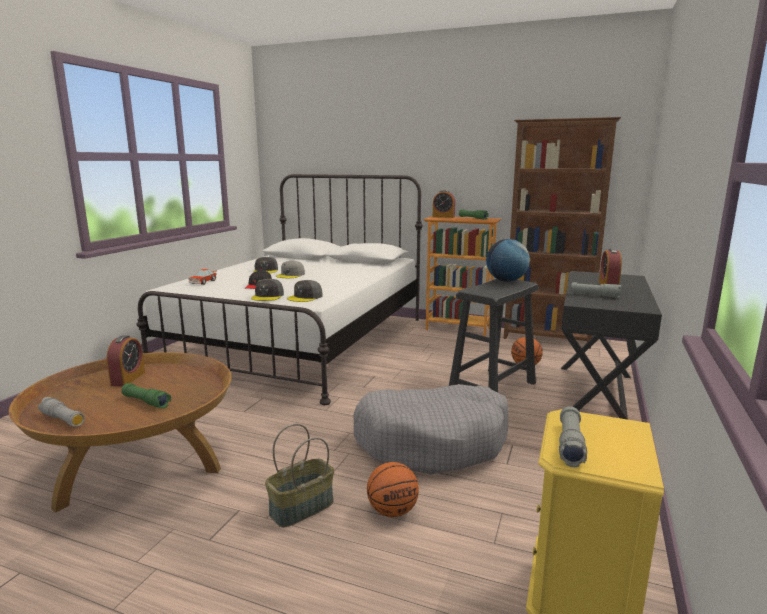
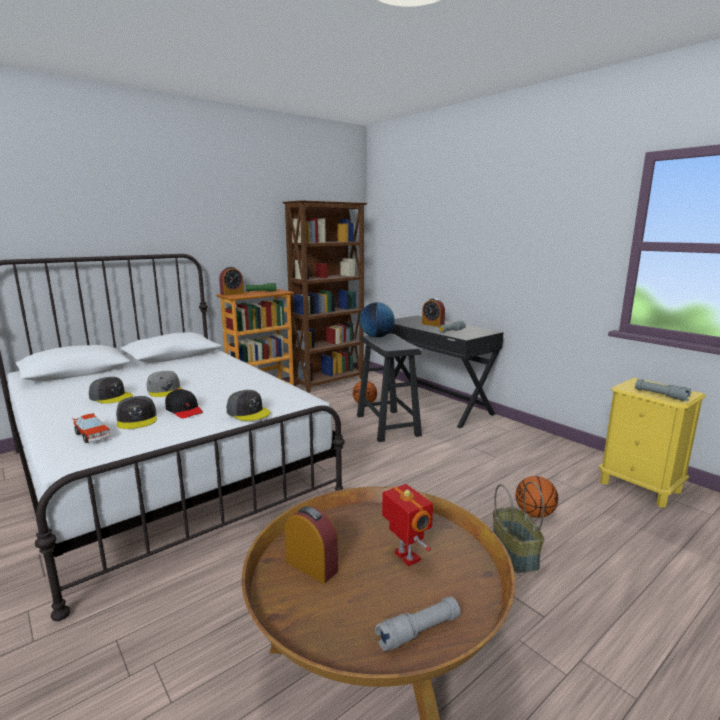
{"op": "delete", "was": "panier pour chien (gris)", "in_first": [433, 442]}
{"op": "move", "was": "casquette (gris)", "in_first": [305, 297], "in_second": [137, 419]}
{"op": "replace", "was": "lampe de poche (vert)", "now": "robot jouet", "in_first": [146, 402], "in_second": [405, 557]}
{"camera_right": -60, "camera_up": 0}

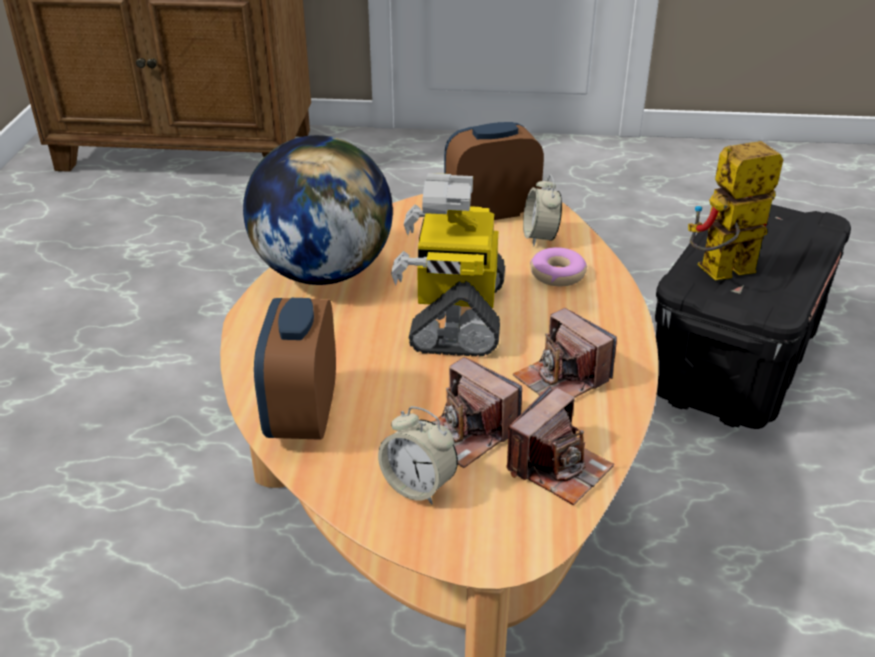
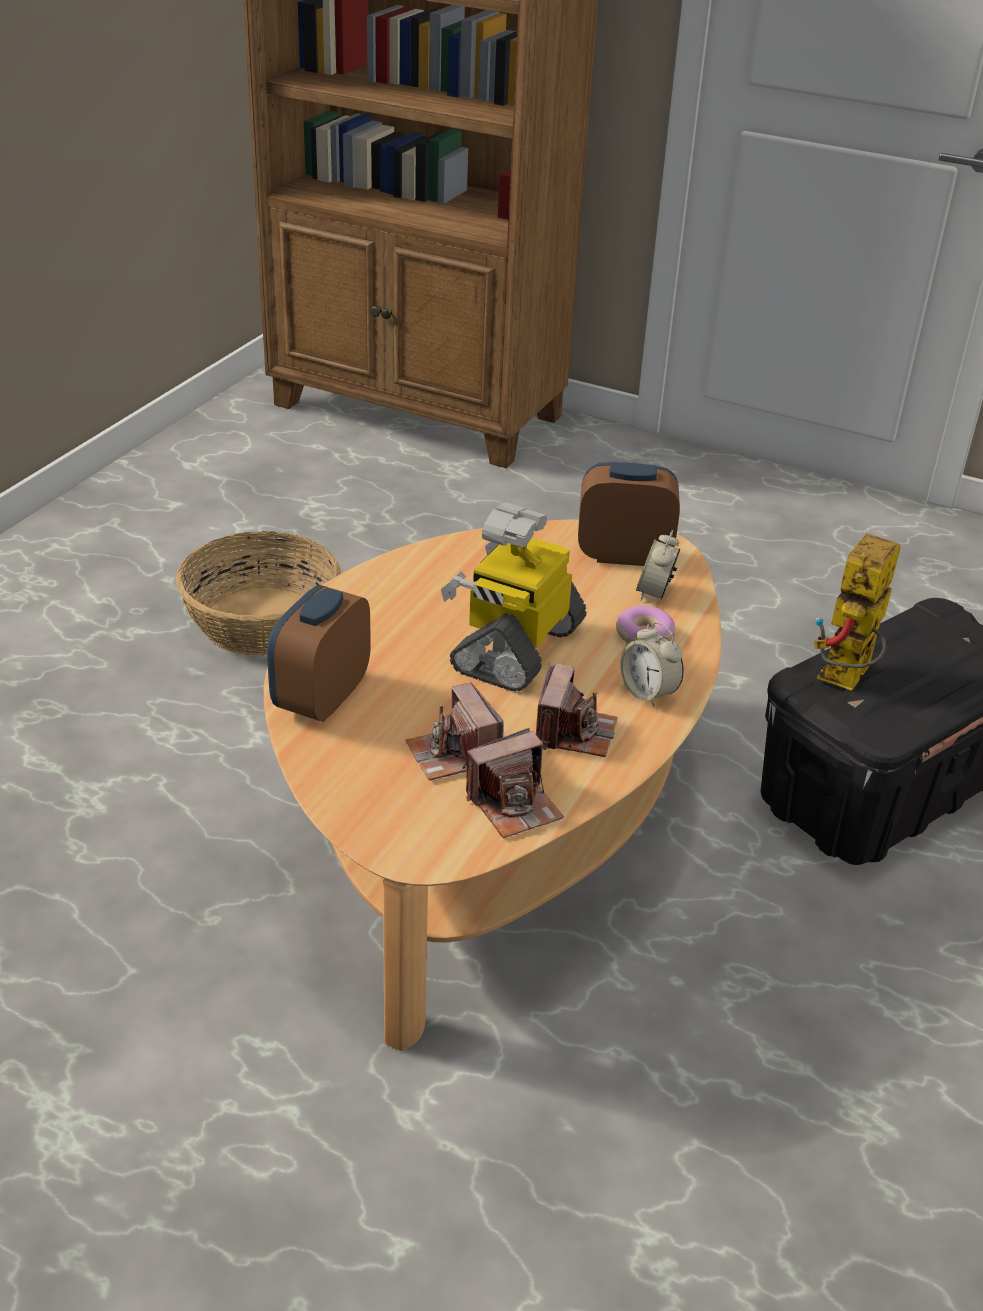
{"op": "delete", "was": "globe", "in_first": [323, 273]}
{"op": "insert", "now": "panier", "in_second": [262, 622]}
{"op": "move", "was": "réveil", "in_first": [418, 486], "in_second": [648, 693]}
{"op": "rotate", "was": "appareil photo", "in_first": [561, 379], "in_second": [574, 732], "clockwise": -150}
{"op": "rotate", "was": "robot jouet", "in_first": [719, 274], "in_second": [845, 681], "clockwise": -60}
{"camera_right": 20, "camera_up": 0}

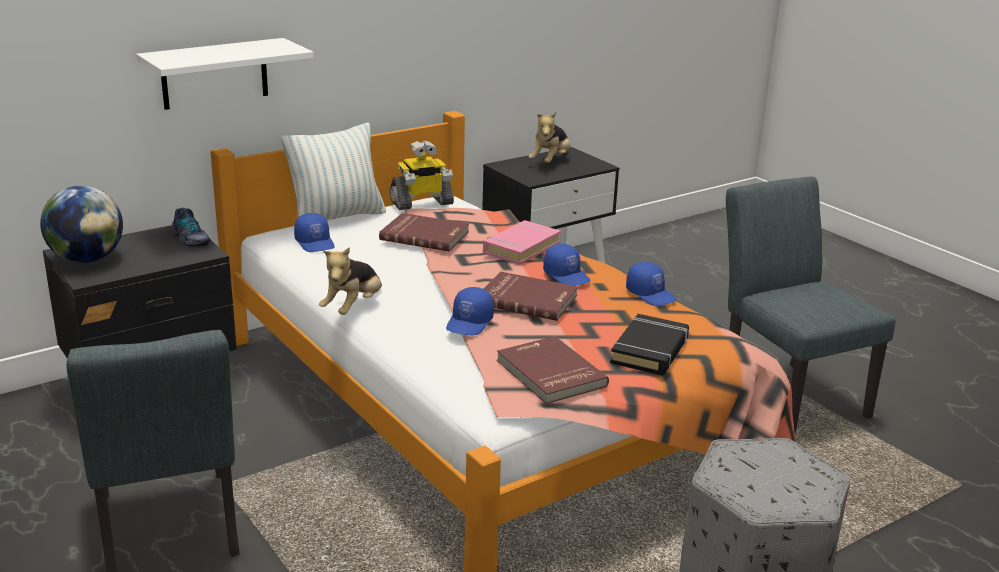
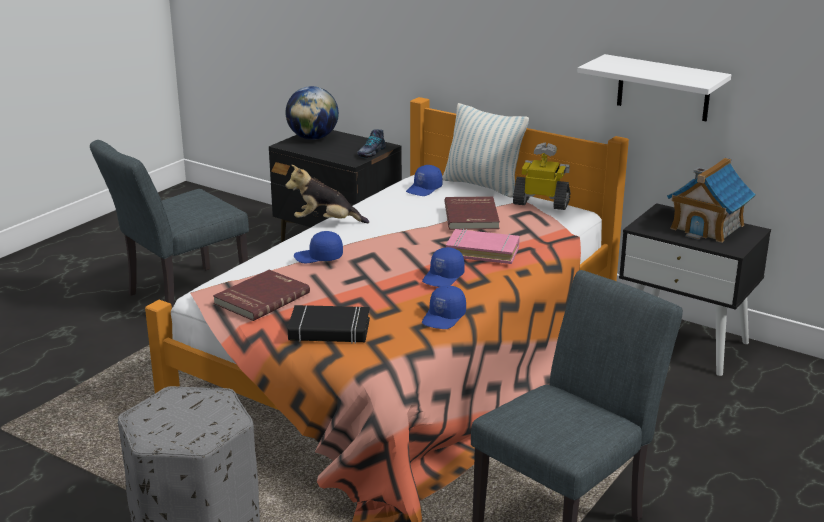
{"op": "delete", "was": "livre (rouge)", "in_first": [528, 299]}
{"op": "move", "was": "étagère (blanc)", "in_first": [214, 73], "in_second": [663, 88]}
{"op": "replace", "was": "peluche", "now": "maison miniature", "in_first": [550, 161], "in_second": [707, 227]}
{"op": "rotate", "was": "robot jouet", "in_first": [421, 203], "in_second": [542, 203], "clockwise": 150}
{"camera_right": 70, "camera_up": 0}

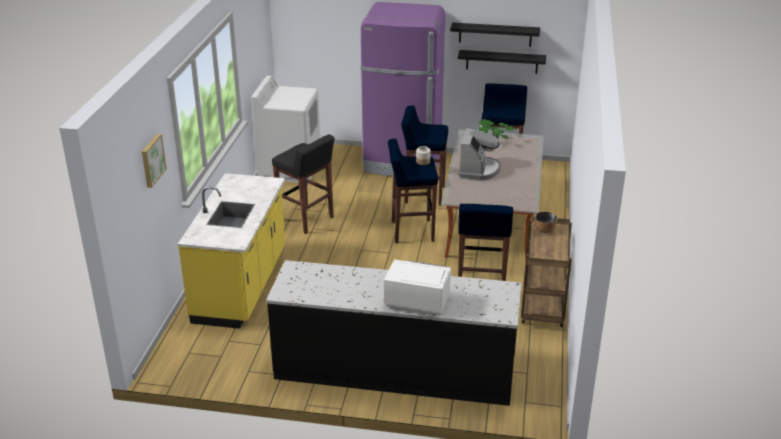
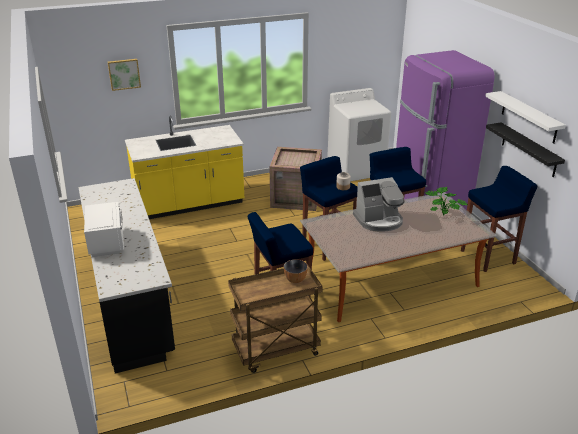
{"op": "replace", "was": "tabouret (noir)", "now": "caisse", "in_first": [306, 220], "in_second": [295, 198]}
{"op": "recolor", "was": "étagère (noir)", "now": "étagère (blanc)", "in_first": [495, 34], "in_second": [529, 117]}
{"camera_right": 60, "camera_up": 0}

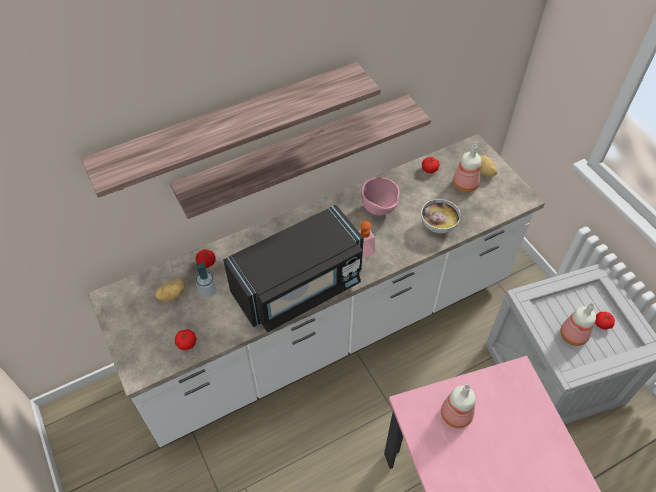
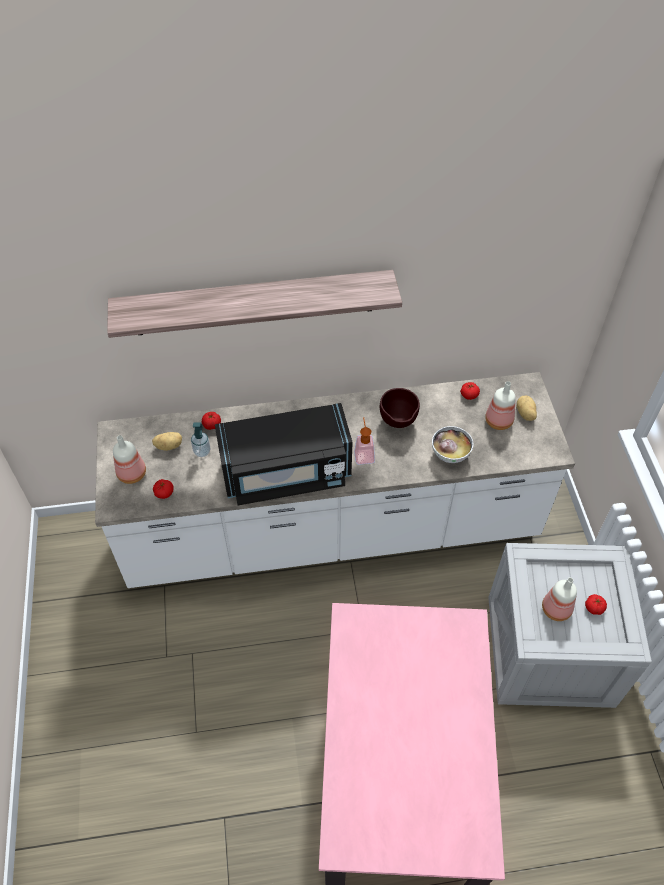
{"op": "delete", "was": "étagère", "in_first": [296, 153]}
{"op": "move", "was": "bouteille", "in_first": [456, 413], "in_second": [132, 473]}
{"op": "recolor", "was": "bol (rose)", "now": "bol (marron)", "in_first": [379, 211], "in_second": [398, 423]}
{"camera_right": 20, "camera_up": 0}

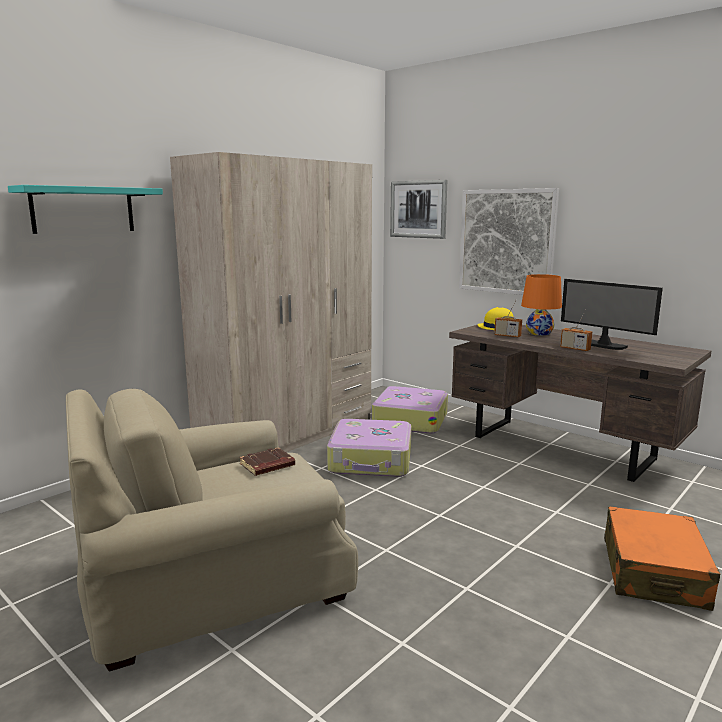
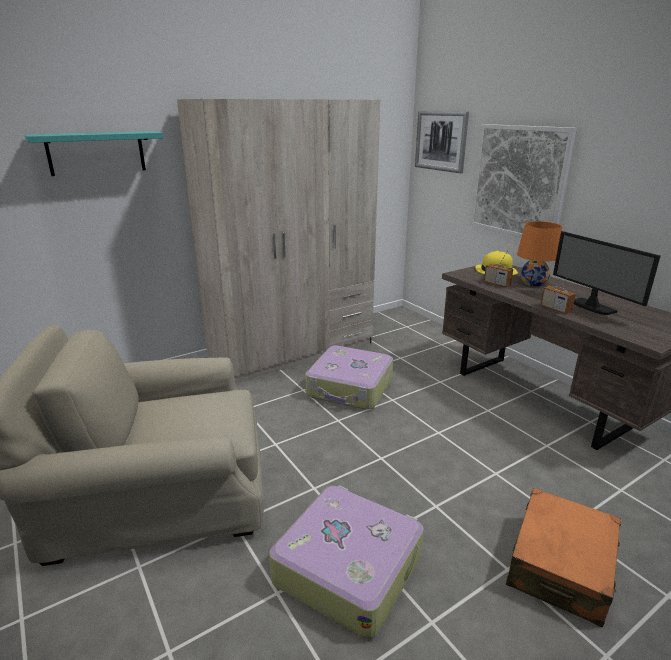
{"op": "delete", "was": "livre (marron)", "in_first": [267, 466]}
{"op": "move", "was": "valise", "in_first": [410, 420], "in_second": [348, 567]}
{"camera_right": 15, "camera_up": 10}

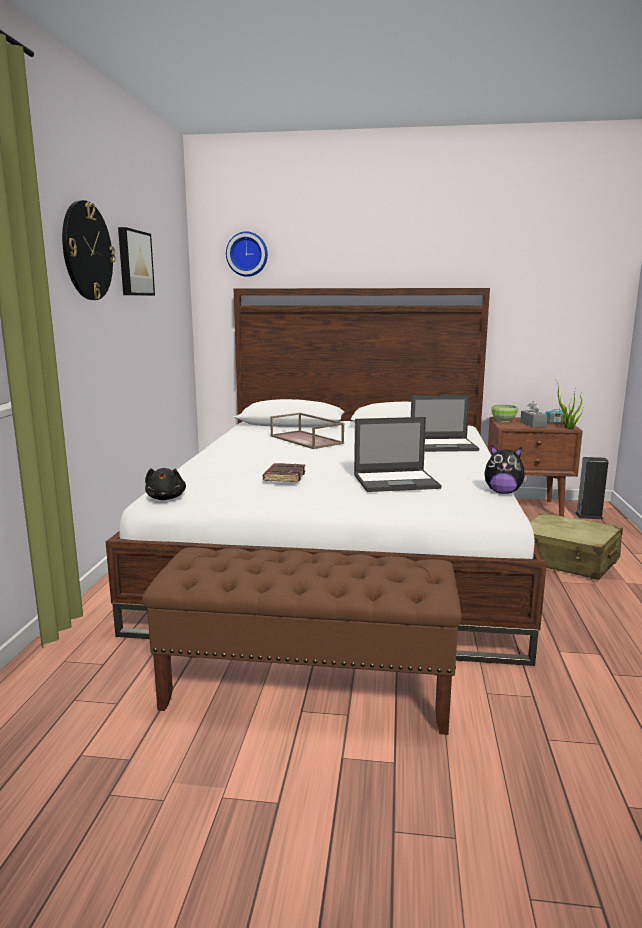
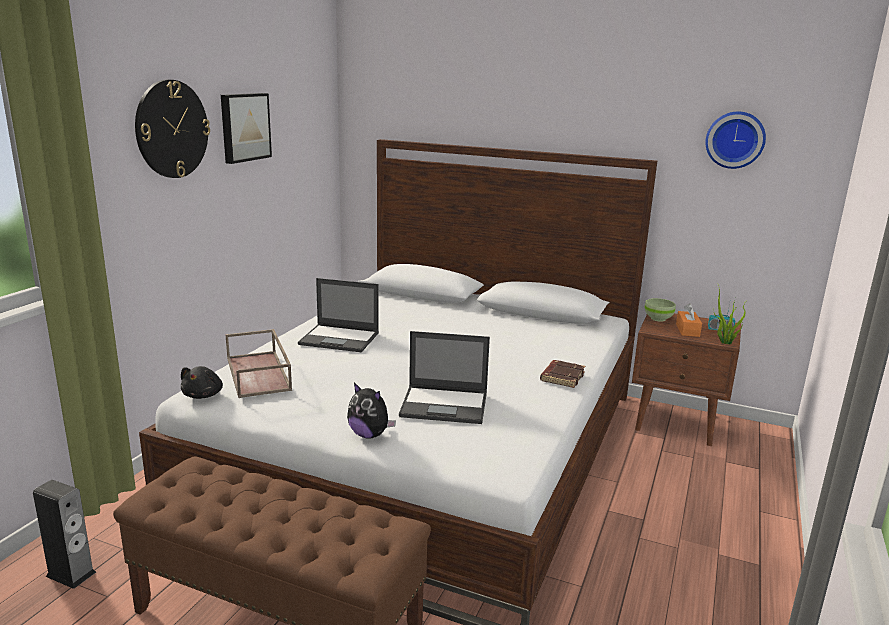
{"op": "delete", "was": "valise (beige)", "in_first": [567, 560]}
{"op": "move", "was": "horloge murale", "in_first": [247, 254], "in_second": [735, 139]}
{"op": "move", "was": "livre (marron)", "in_first": [284, 476], "in_second": [561, 377]}
{"op": "move", "was": "plateau (marron)", "in_first": [307, 440], "in_second": [259, 374]}
{"op": "move", "was": "ordinateur portable", "in_first": [444, 445], "in_second": [340, 339]}
{"op": "move", "was": "peluche", "in_first": [503, 492], "in_second": [369, 435]}
{"op": "move", "was": "enceinte", "in_first": [589, 516], "in_second": [71, 574]}
{"op": "recolor", "was": "boîte à mouchoirs (gris)", "now": "boîte à mouchoirs (orange)", "in_first": [533, 424], "in_second": [687, 330]}
{"camera_right": 15, "camera_up": 5}

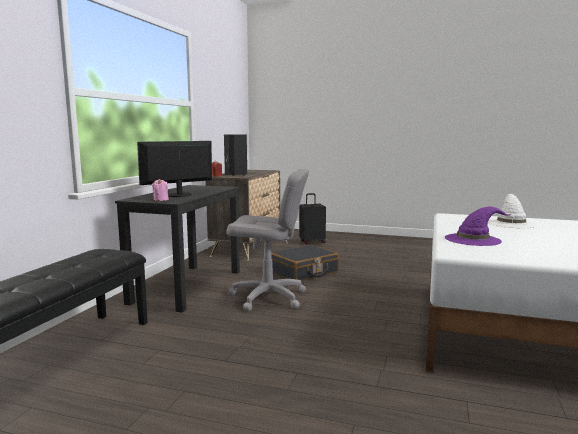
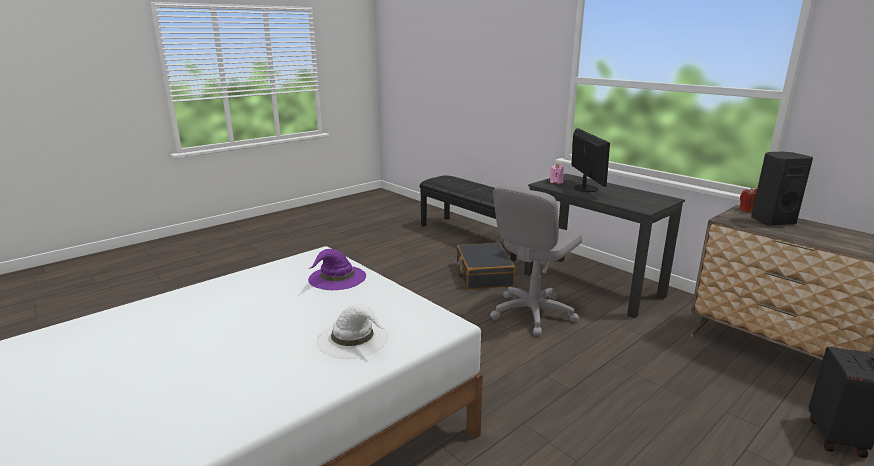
{"op": "move", "was": "valise (noir)", "in_first": [304, 272], "in_second": [483, 275]}
{"camera_right": 120, "camera_up": 10}

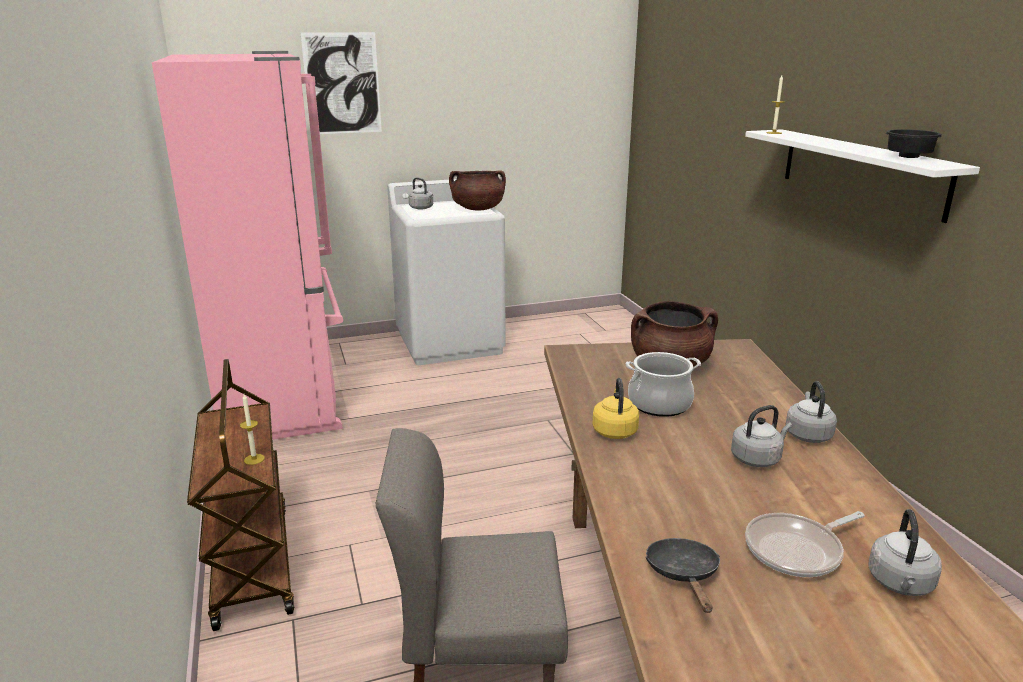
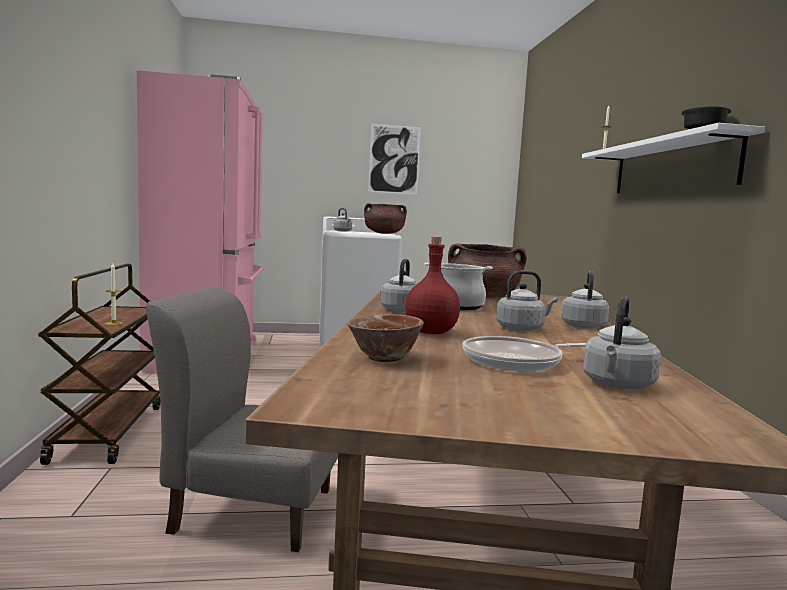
{"op": "insert", "now": "bouteille (rouge)", "in_second": [430, 332]}
{"op": "move", "was": "tableau", "in_first": [342, 84], "in_second": [394, 159]}
{"op": "replace", "was": "poêle (noir)", "now": "bol", "in_first": [683, 574], "in_second": [384, 358]}
{"op": "recolor", "was": "bouilloire (jaune)", "now": "bouilloire (gris)", "in_first": [614, 430], "in_second": [401, 309]}
{"camera_right": 10, "camera_up": -15}

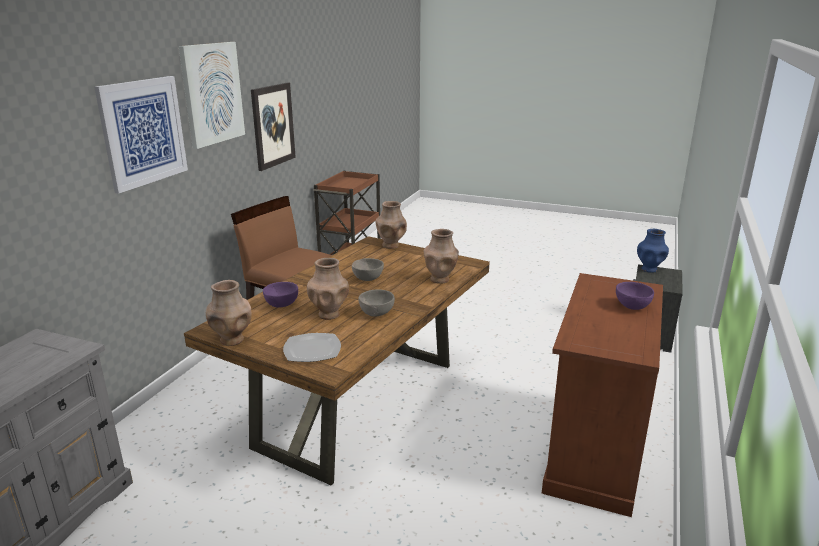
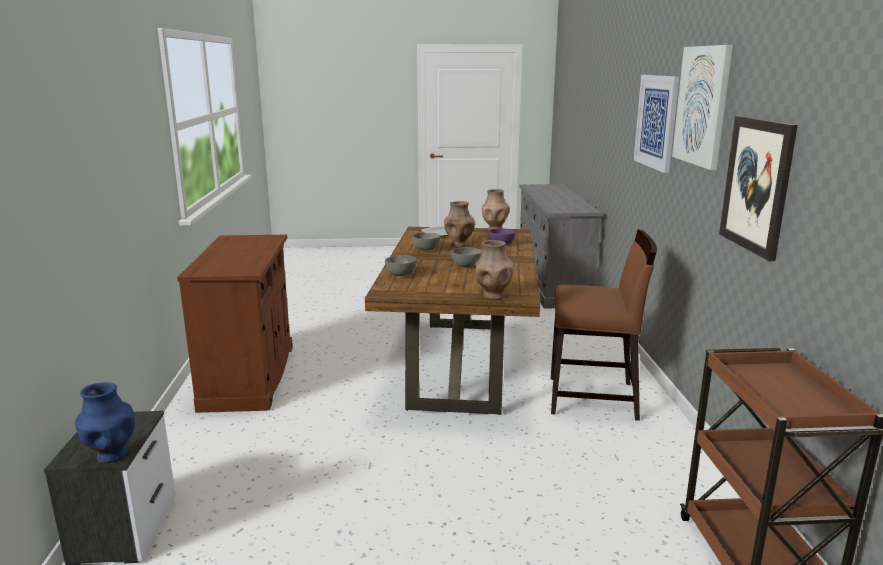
{"op": "delete", "was": "bol (violet)", "in_first": [631, 306]}
{"op": "replace", "was": "vase (marron)", "now": "bol (gris)", "in_first": [440, 279], "in_second": [401, 275]}
{"camera_right": 155, "camera_up": -5}

